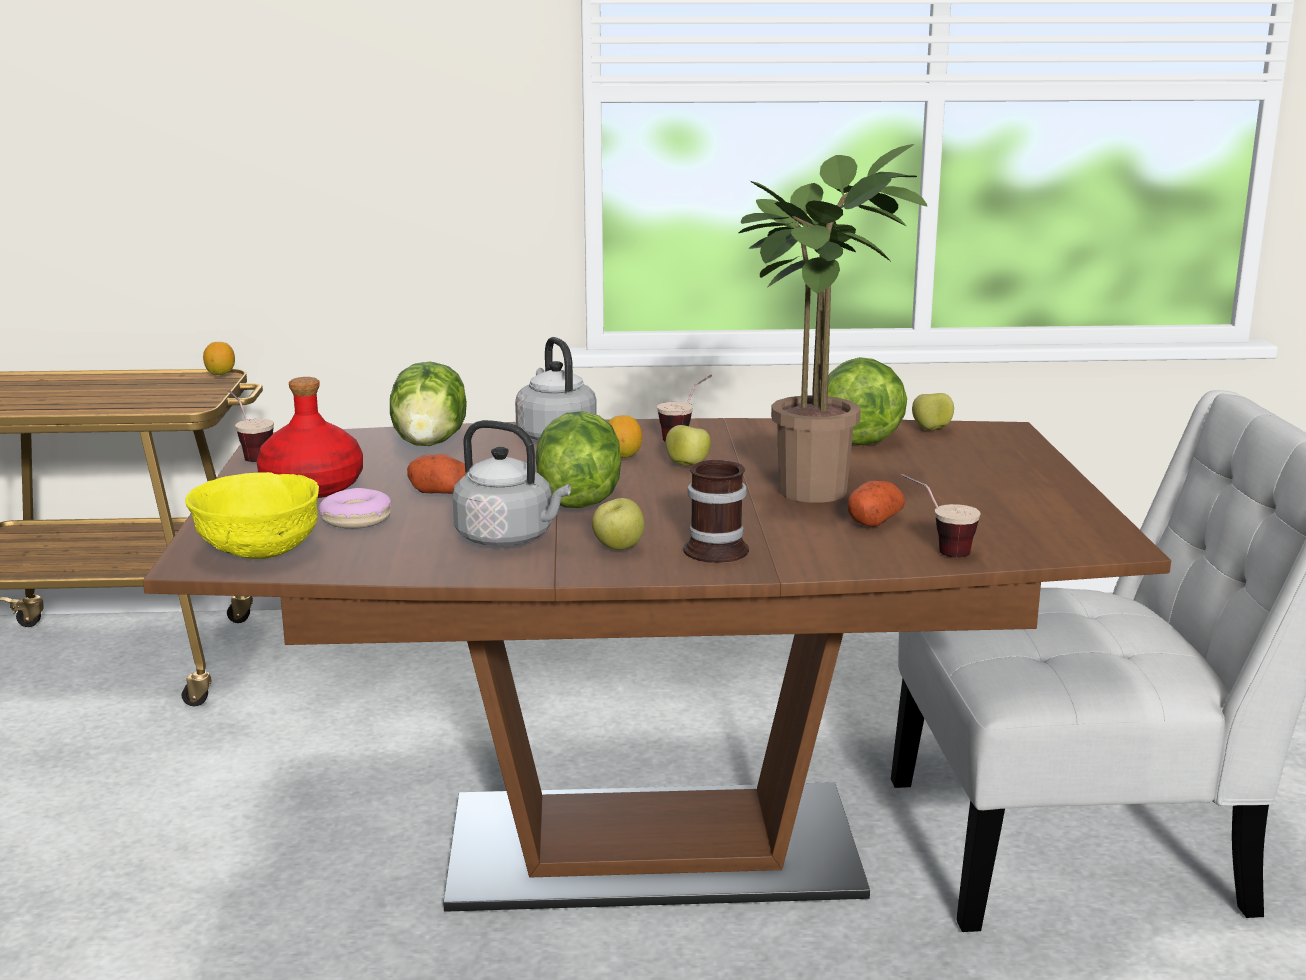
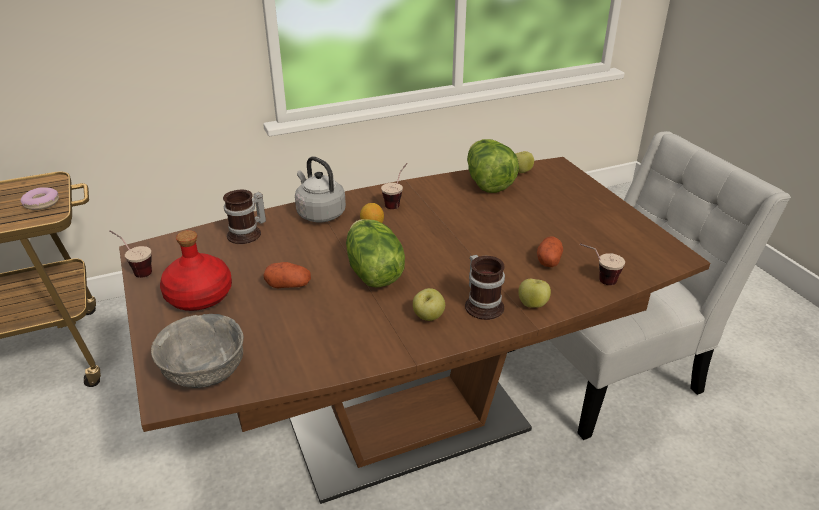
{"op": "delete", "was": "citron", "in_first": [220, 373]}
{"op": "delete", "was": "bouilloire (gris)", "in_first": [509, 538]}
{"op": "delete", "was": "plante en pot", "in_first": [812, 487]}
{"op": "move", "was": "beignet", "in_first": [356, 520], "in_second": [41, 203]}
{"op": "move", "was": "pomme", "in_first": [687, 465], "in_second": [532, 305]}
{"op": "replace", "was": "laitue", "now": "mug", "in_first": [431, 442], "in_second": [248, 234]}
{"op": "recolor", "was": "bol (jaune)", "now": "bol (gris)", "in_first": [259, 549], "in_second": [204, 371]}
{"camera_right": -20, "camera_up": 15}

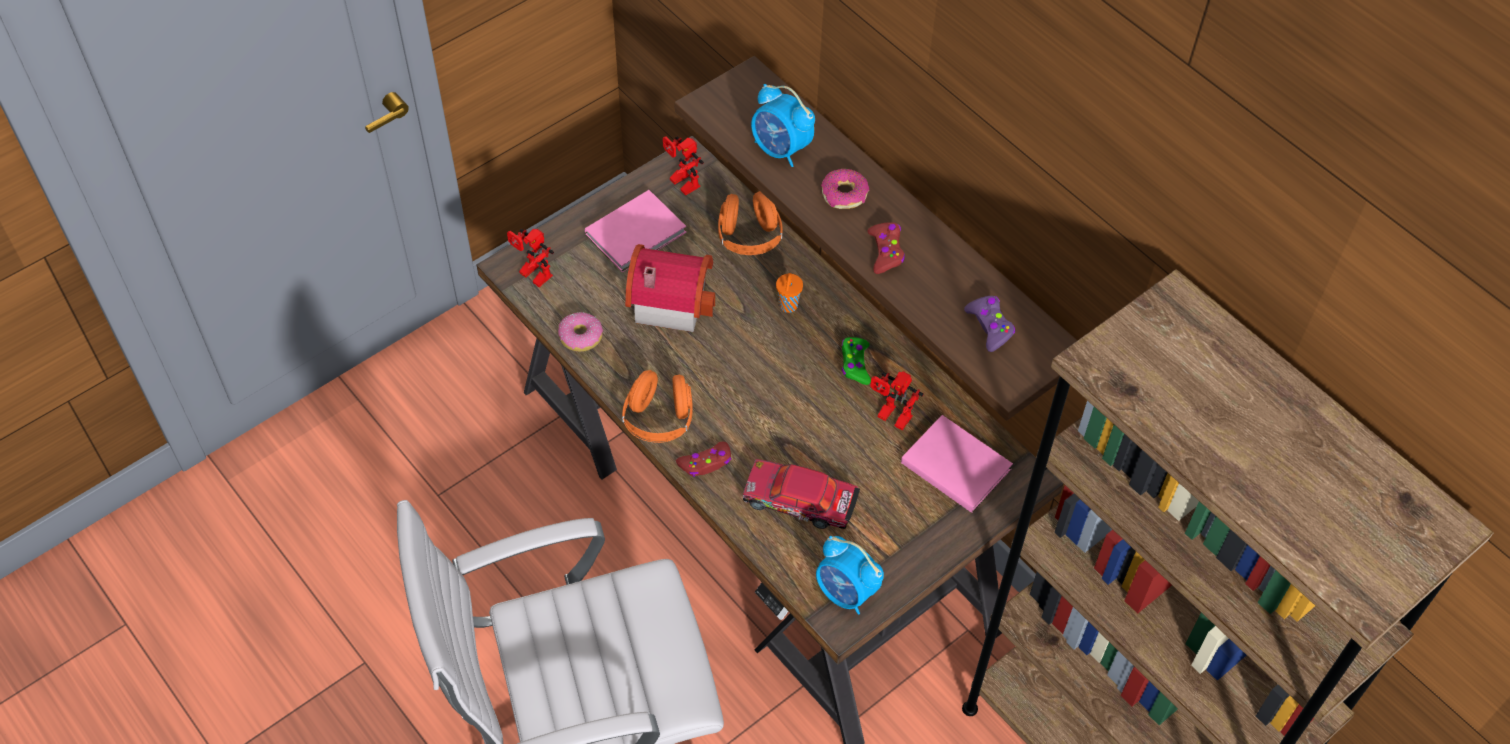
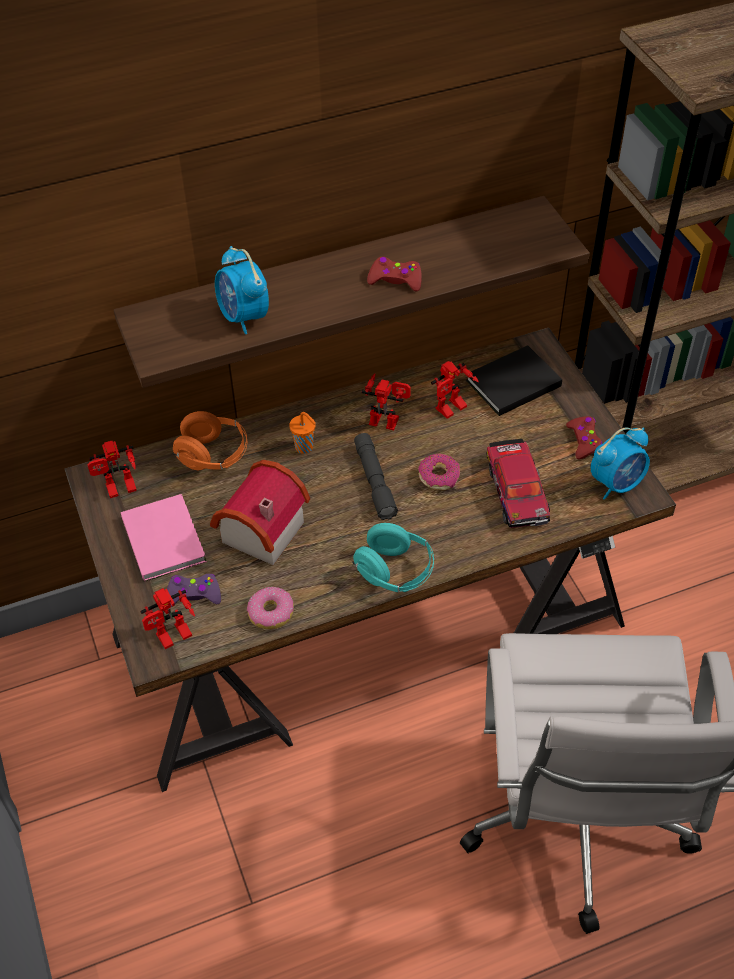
{"op": "insert", "now": "lampe de poche (gris)", "in_second": [374, 481]}
{"op": "move", "was": "manette (rouge)", "in_first": [706, 463], "in_second": [583, 441]}
{"op": "move", "was": "beignet", "in_first": [844, 195], "in_second": [439, 476]}
{"op": "move", "was": "manette (violet)", "in_first": [990, 326], "in_second": [194, 594]}
{"op": "replace", "was": "manette (vert)", "now": "robot jouet", "in_first": [855, 364], "in_second": [387, 418]}
{"op": "recolor", "was": "casque audio (orange)", "now": "casque audio (turquoise)", "in_first": [659, 420], "in_second": [395, 572]}
{"op": "recolor", "was": "livre (rose)", "now": "livre (noir)", "in_first": [954, 463], "in_second": [510, 383]}
{"op": "rotate", "was": "petite voiture", "in_first": [800, 501], "in_second": [517, 491], "clockwise": -45}
{"op": "rotate", "was": "réveil", "in_first": [781, 149], "in_second": [244, 317], "clockwise": 90}
{"camera_right": -70, "camera_up": -5}

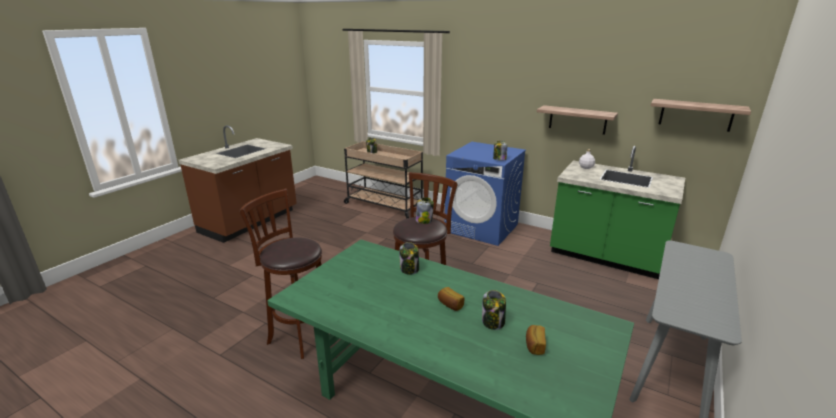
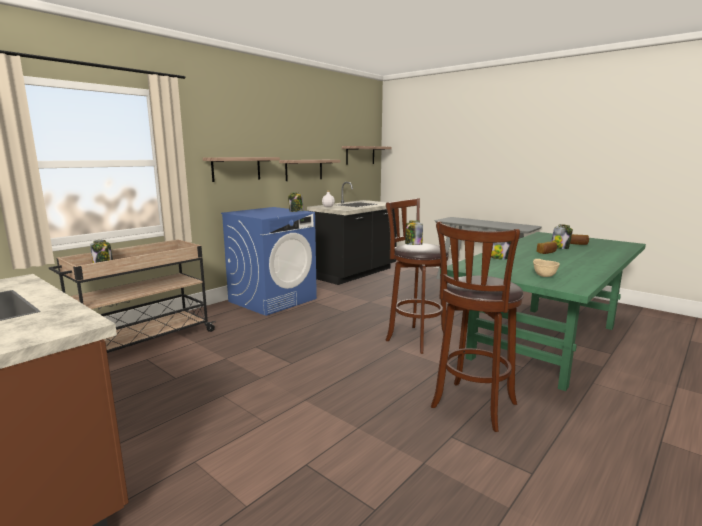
{"op": "insert", "now": "étagère", "in_second": [236, 169]}
{"op": "insert", "now": "bol (beige)", "in_second": [543, 276]}
{"op": "recolor", "was": "comptoir de cuisine (vert)", "now": "comptoir de cuisine (noir)", "in_first": [605, 257], "in_second": [355, 273]}
{"camera_right": -80, "camera_up": -10}

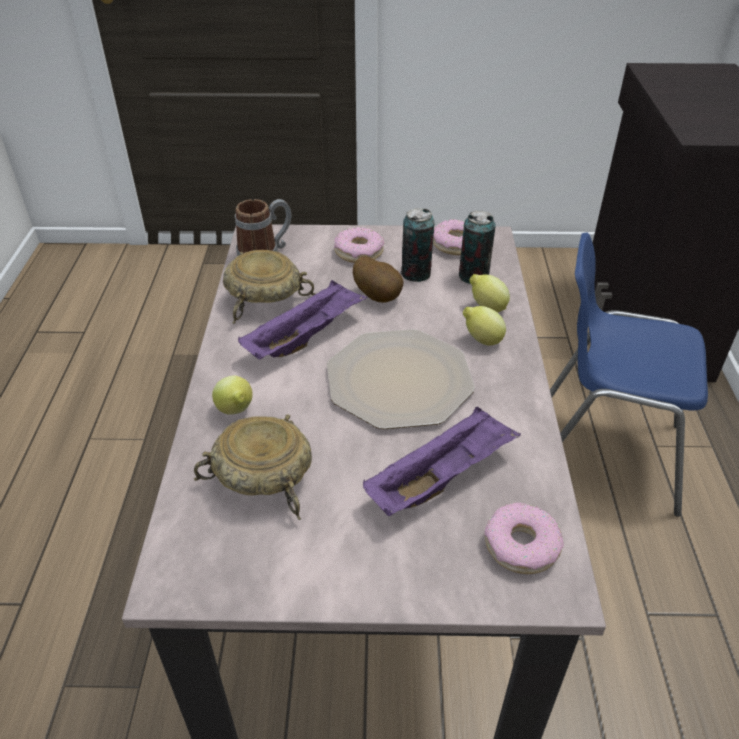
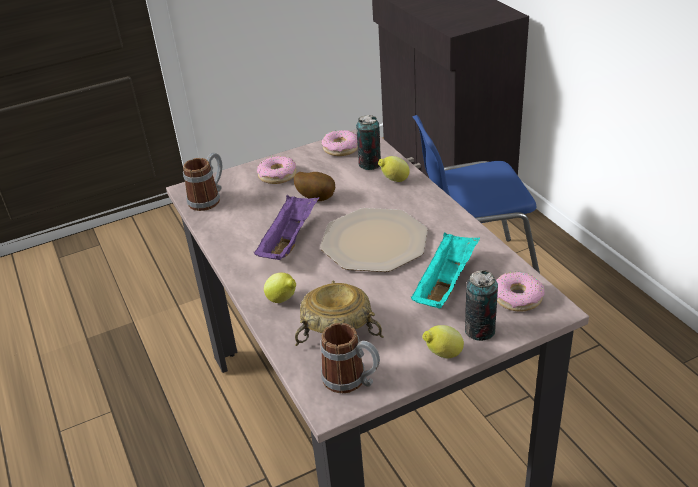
{"op": "delete", "was": "bol (beige)", "in_first": [262, 299]}
{"op": "insert", "now": "mug", "in_second": [351, 381]}
{"op": "move", "was": "boîte métallique", "in_first": [416, 274], "in_second": [480, 331]}
{"op": "move", "was": "citron", "in_first": [481, 340], "in_second": [442, 354]}
{"op": "recolor", "was": "plateau (violet)", "now": "plateau (turquoise)", "in_first": [441, 477], "in_second": [445, 283]}
{"camera_right": -25, "camera_up": -5}

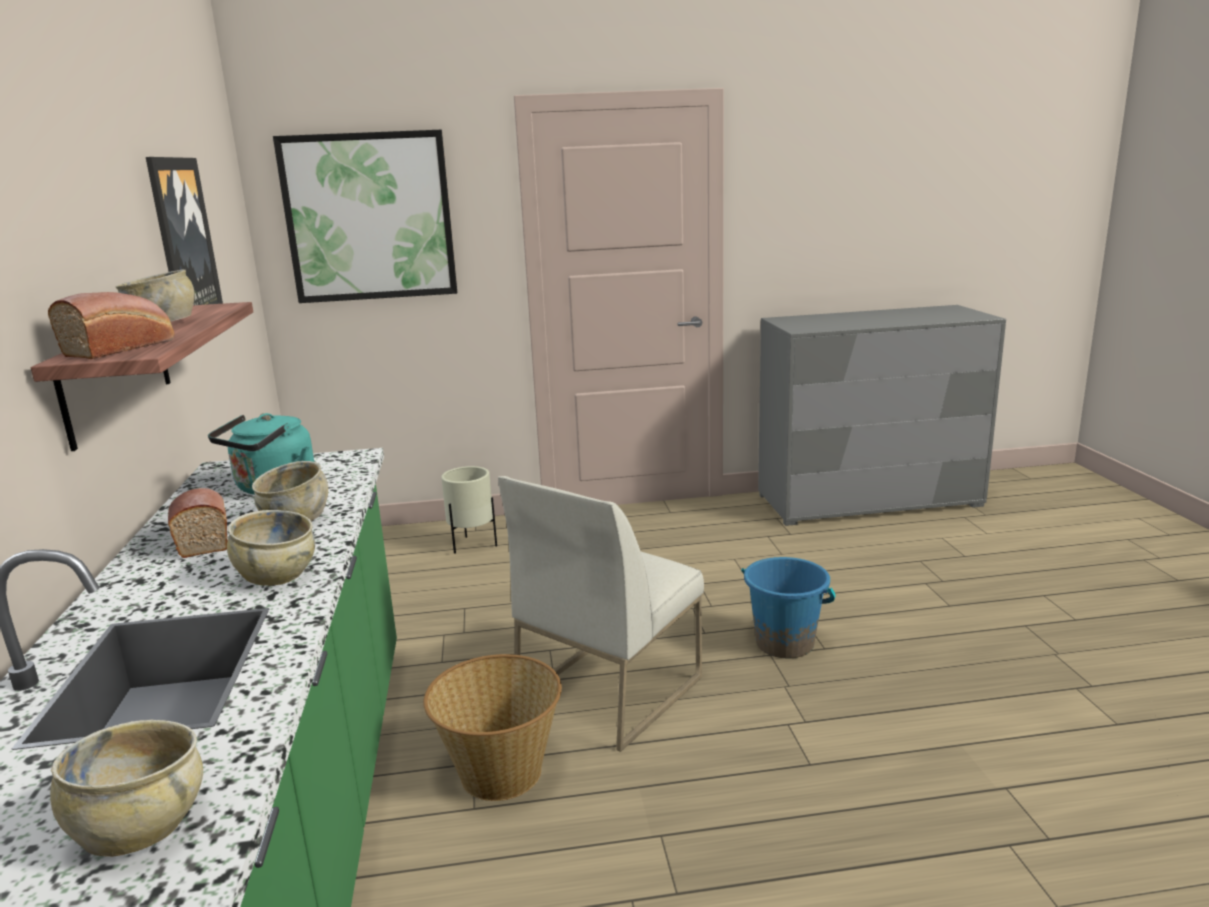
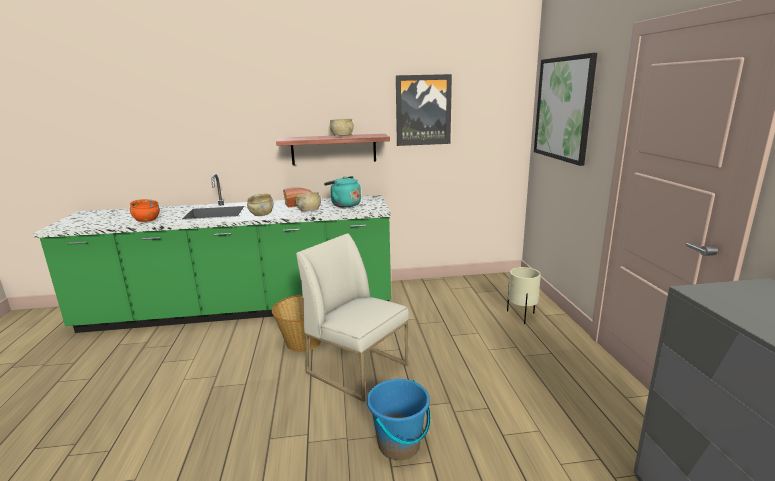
{"op": "delete", "was": "pain", "in_first": [122, 347]}
{"op": "recolor", "was": "bol (beige)", "now": "bol (orange)", "in_first": [140, 827], "in_second": [146, 220]}
{"camera_right": 90, "camera_up": 0}

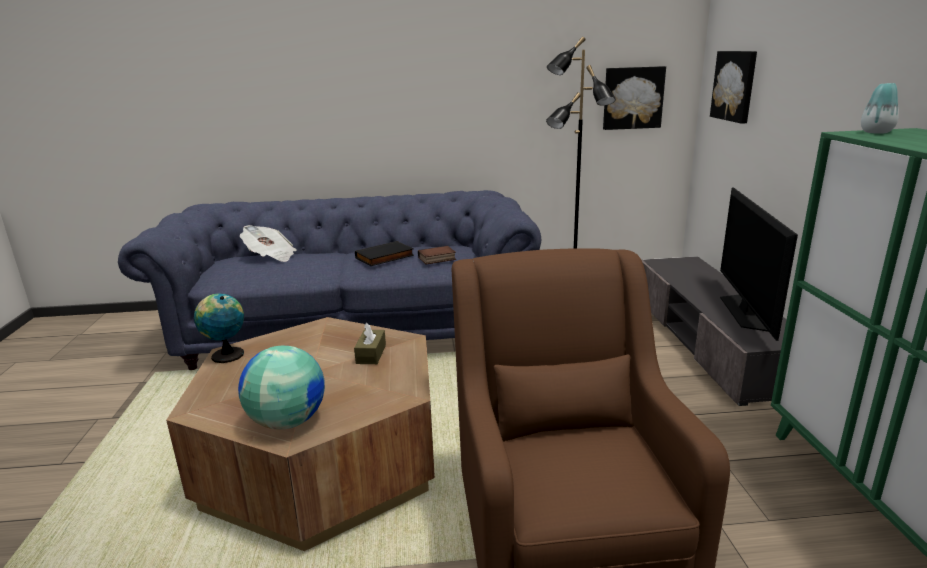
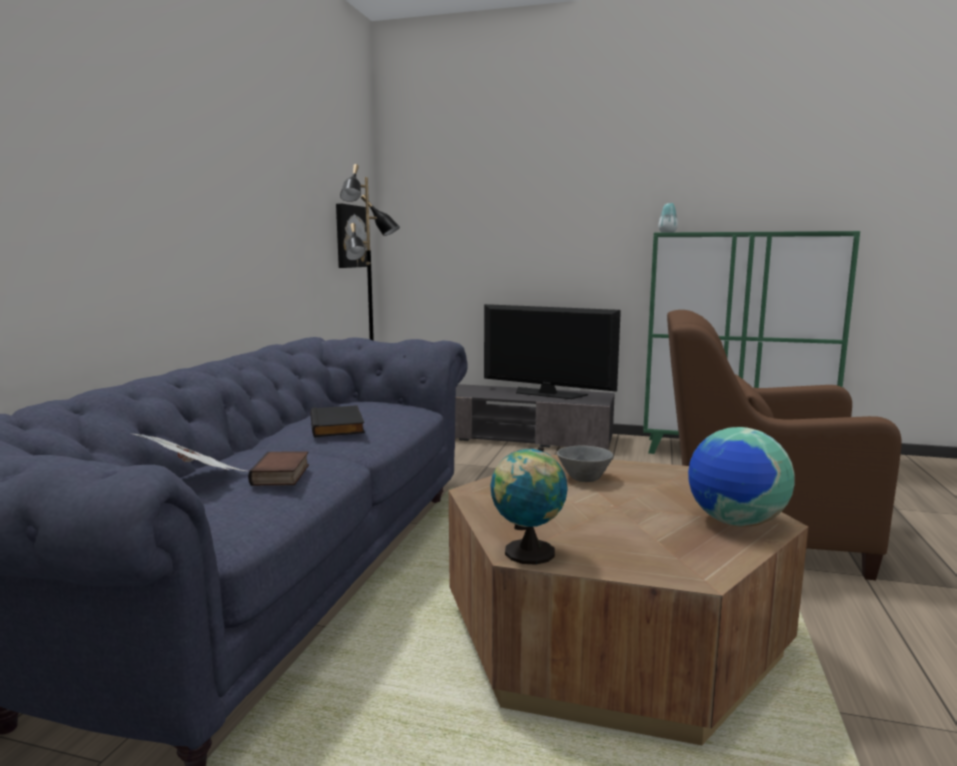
{"op": "delete", "was": "tableau", "in_first": [735, 86]}
{"op": "move", "was": "livre", "in_first": [436, 259], "in_second": [282, 475]}
{"op": "replace", "was": "boîte à mouchoirs (marron)", "now": "bol (gris)", "in_first": [371, 354], "in_second": [585, 477]}
{"camera_right": -70, "camera_up": -10}

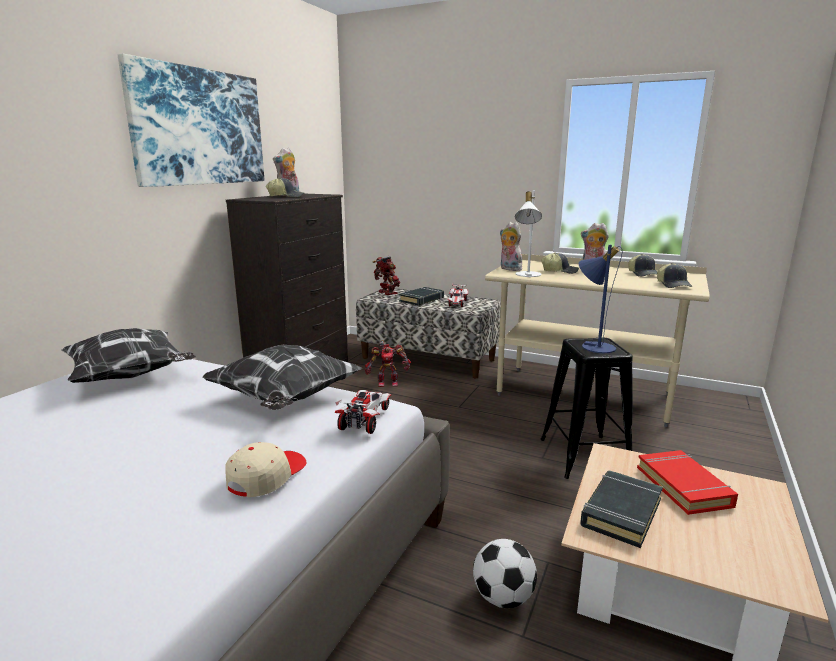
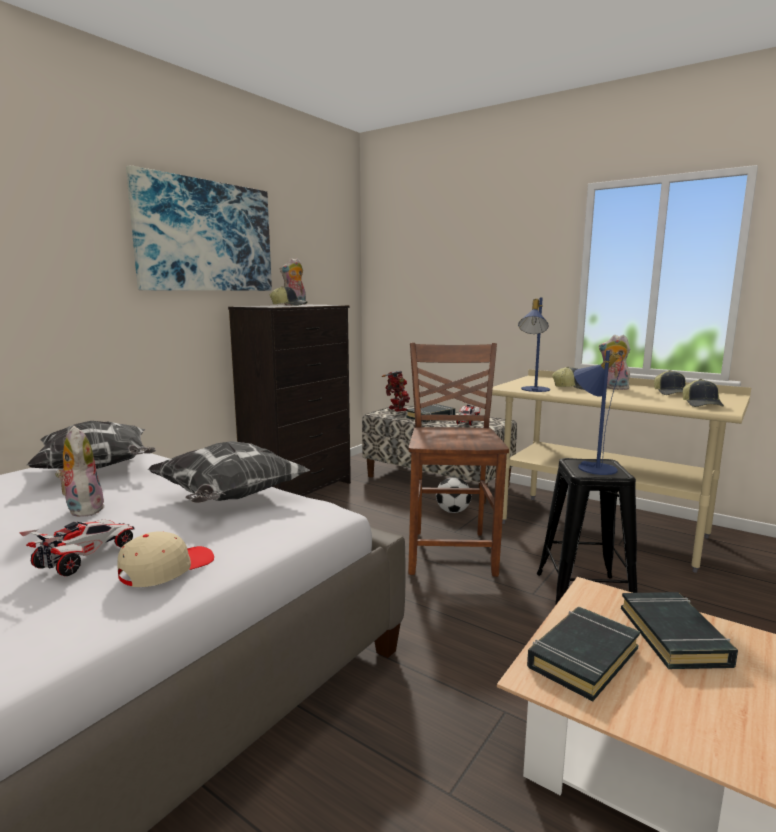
{"op": "delete", "was": "robot jouet", "in_first": [387, 382]}
{"op": "insert", "now": "chaise (marron)", "in_second": [451, 551]}
{"op": "move", "was": "petite voiture", "in_first": [365, 419], "in_second": [85, 557]}
{"op": "move", "was": "ballon de foot", "in_first": [503, 597], "in_second": [453, 511]}
{"op": "move", "was": "peluche", "in_first": [509, 269], "in_second": [82, 509]}
{"op": "recolor", "was": "lampe de table (blanc)", "now": "lampe de table (bleu)", "in_first": [526, 275], "in_second": [533, 390]}
{"op": "recolor", "was": "livre (rouge)", "now": "livre (noir)", "in_first": [684, 486], "in_second": [674, 636]}
{"camera_right": 10, "camera_up": -5}

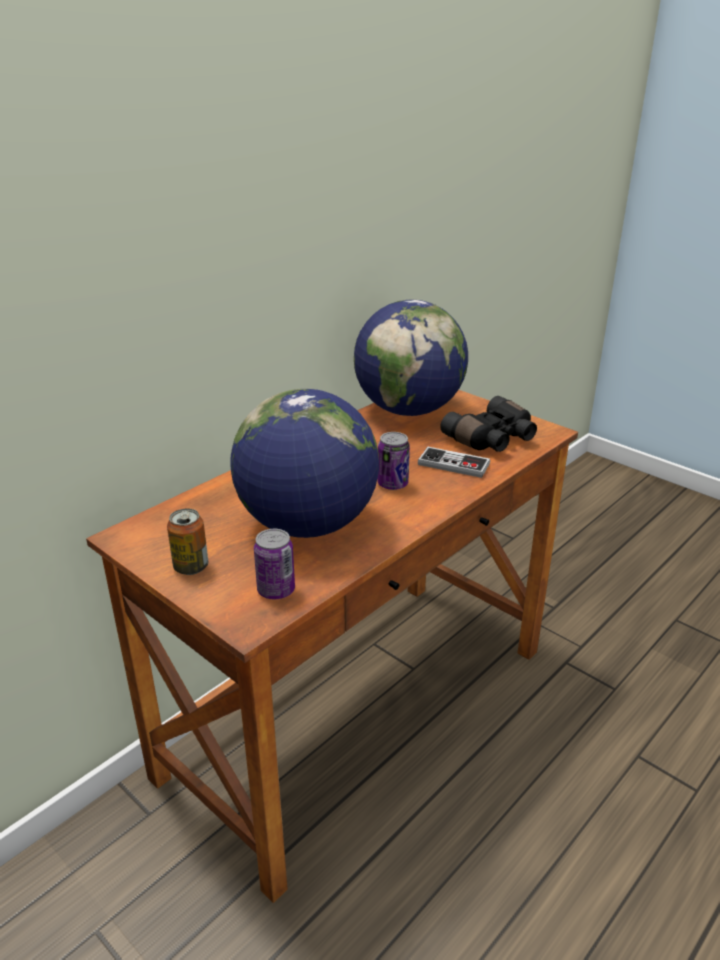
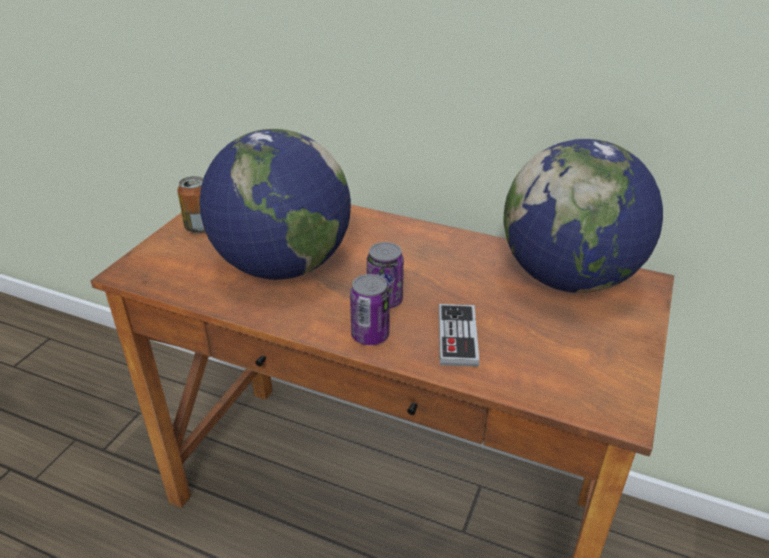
{"op": "delete", "was": "jumelles (noir)", "in_first": [493, 439]}
{"op": "move", "was": "boîte métallique", "in_first": [276, 590], "in_second": [370, 335]}
{"camera_right": 70, "camera_up": 5}

